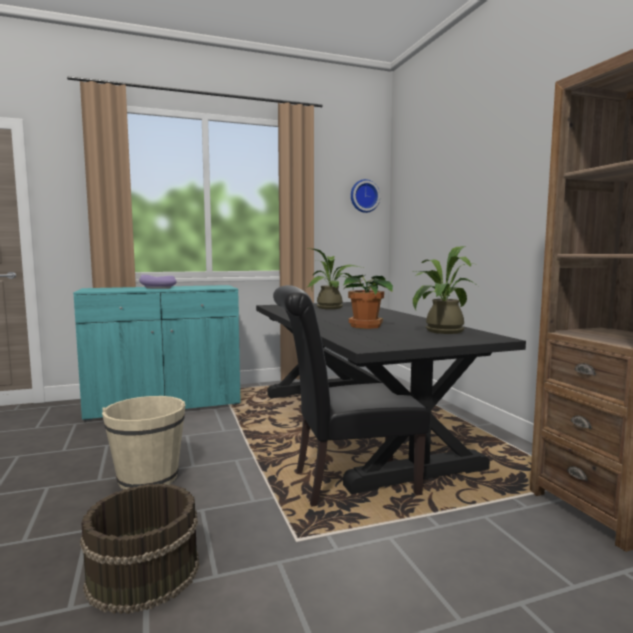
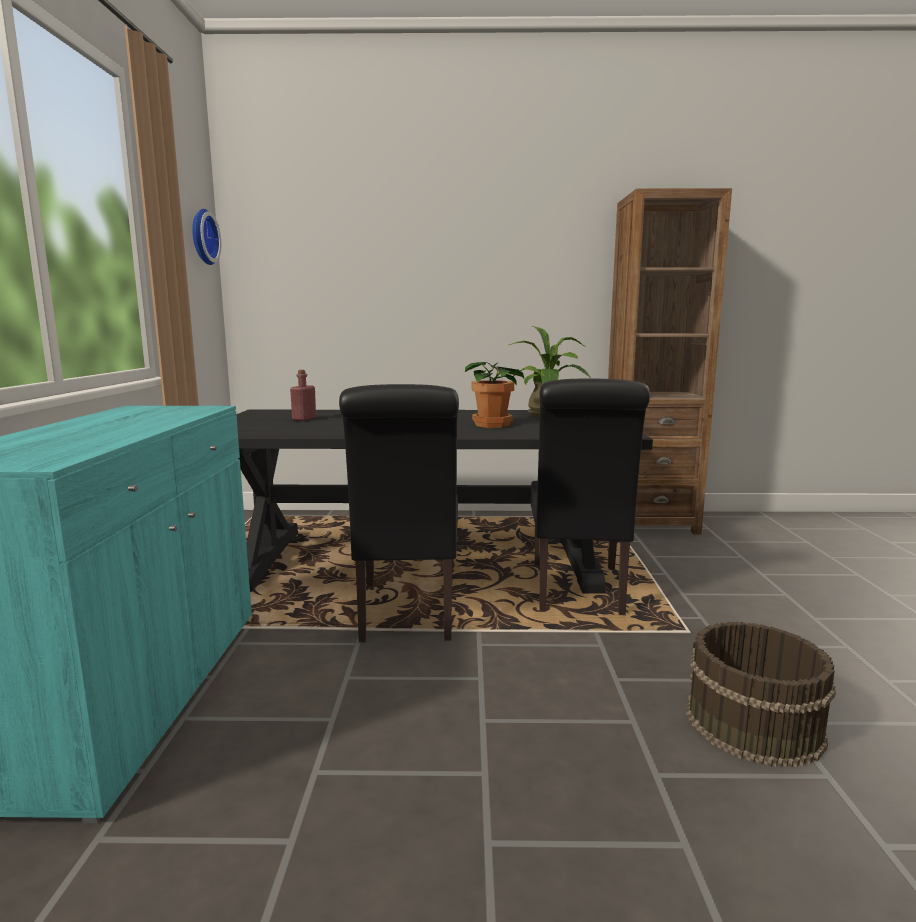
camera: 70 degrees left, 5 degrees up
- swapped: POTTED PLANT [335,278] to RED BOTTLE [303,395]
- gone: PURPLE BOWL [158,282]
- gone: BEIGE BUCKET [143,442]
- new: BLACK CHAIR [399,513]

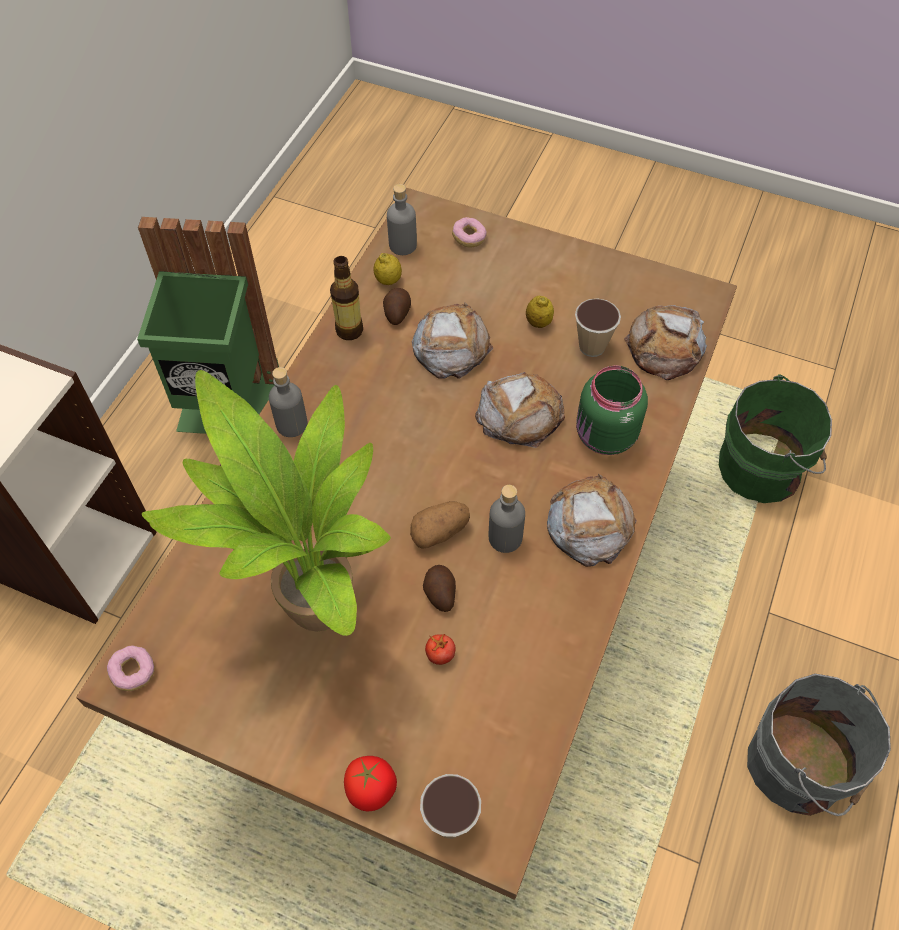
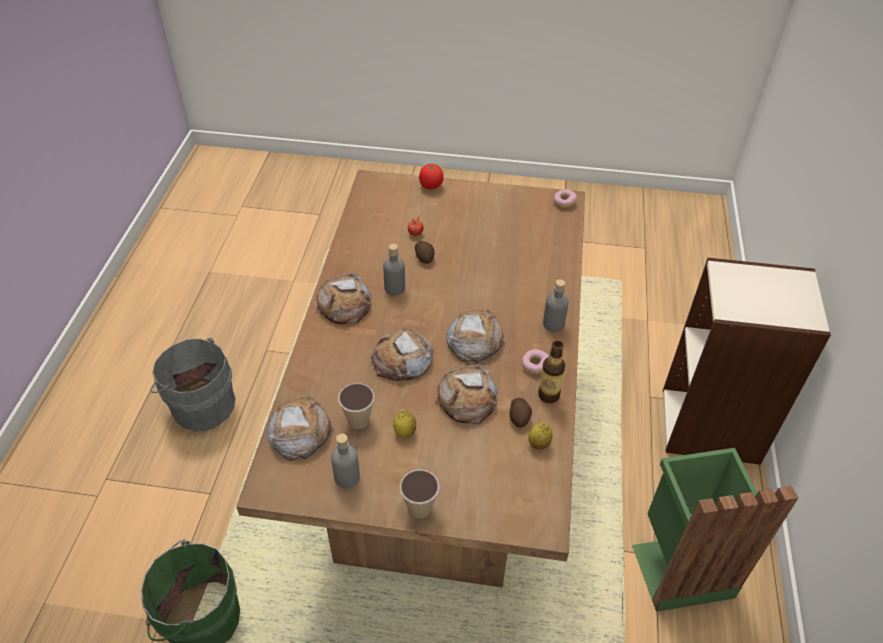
camera: 165 degrees right, 10 degrees down
- shifted: GREY BOTTLE [402,219] to [345,461]
- shifted: DONUT [469,232] to [535,361]
- gone: GREEN JAR [612,410]
- gone: POTTED PLANT [266,503]
- gone: POTATO [440,524]
- shifted: CUP [450,806] to [420,493]
- new: BREAD [475,336]

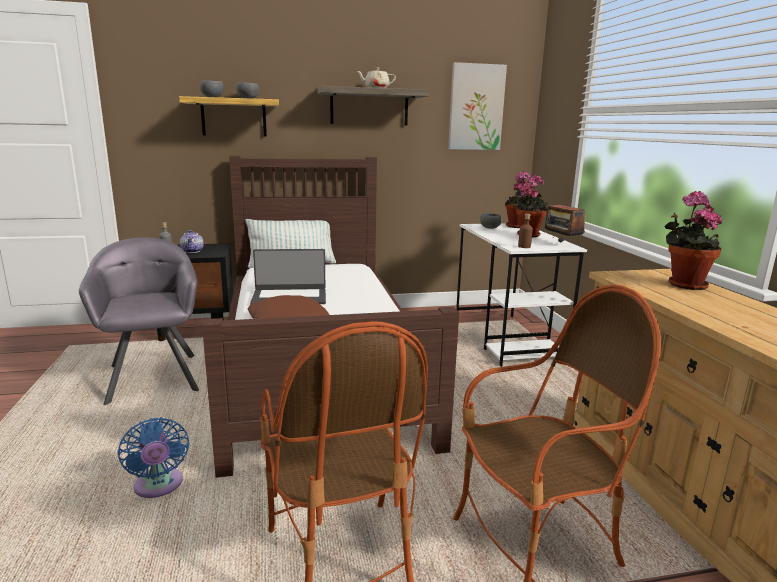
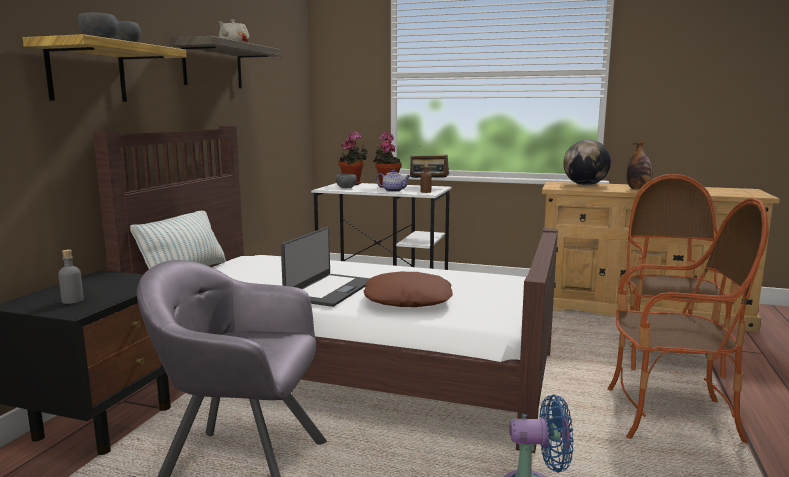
camera: 60 degrees left, 5 degrees down
- gone: PICTURE [477,106]
- swapped: POTTED PLANT [693,240] to GLOBE [587,162]
- shifted: TEAPOT [192,241] to [393,180]
- new: BOTTLE [640,165]

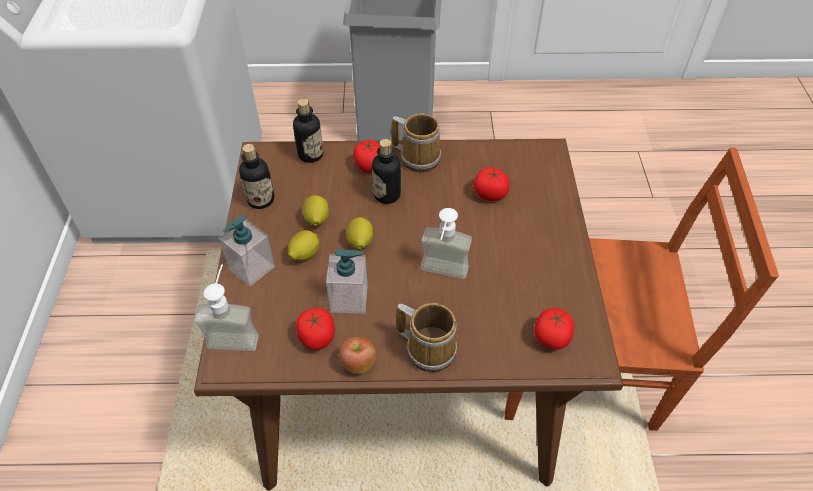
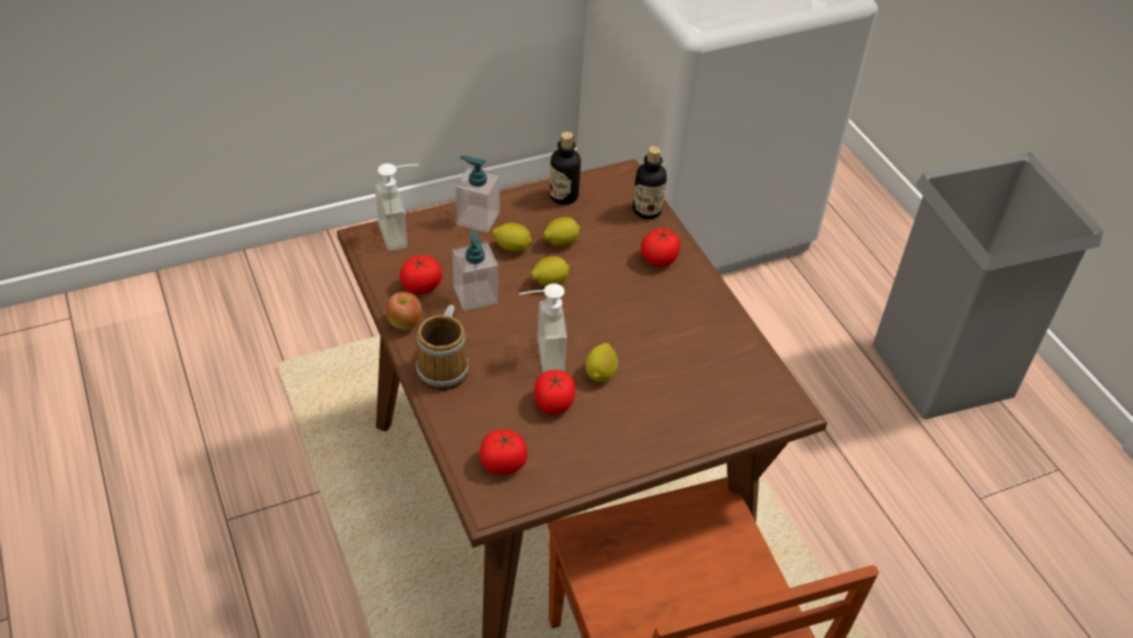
camera: 65 degrees right, 5 degrees down
- gone: MUG [416,142]
- gone: BOTTLE [386,171]
- shifted: TOMATO [491,184] to [554,392]
- new: LEMON [601,363]

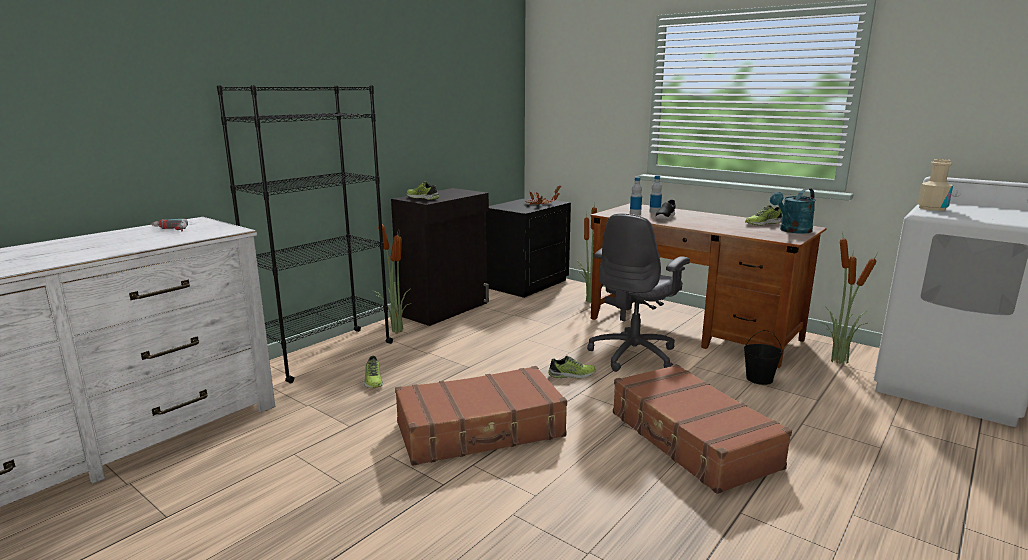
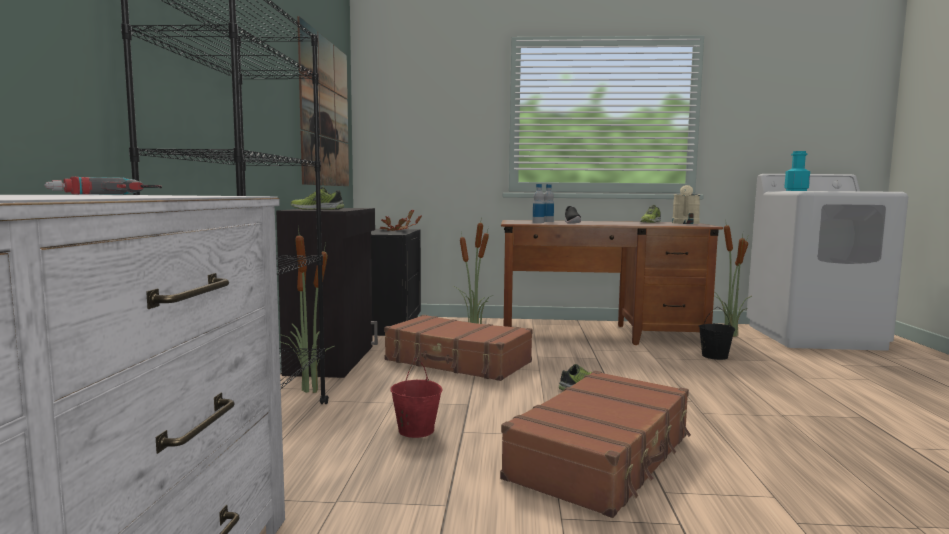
camera: 35 degrees left, 10 degrees down
- repainted: BEIGE BOTTLE [935,185] to TURQUOISE BOTTLE [797,171]
- repainted: TURQUOISE WATERING CAN [793,211] to BEIGE WATERING CAN [686,204]
- gone: GREY OFFICE CHAIR [638,293]
- gone: SHOE [373,372]
- shifted: BROWN SUITCASE [702,429] to [458,348]
- new: PICTURE [323,101]
- new: RED BUCKET [416,398]

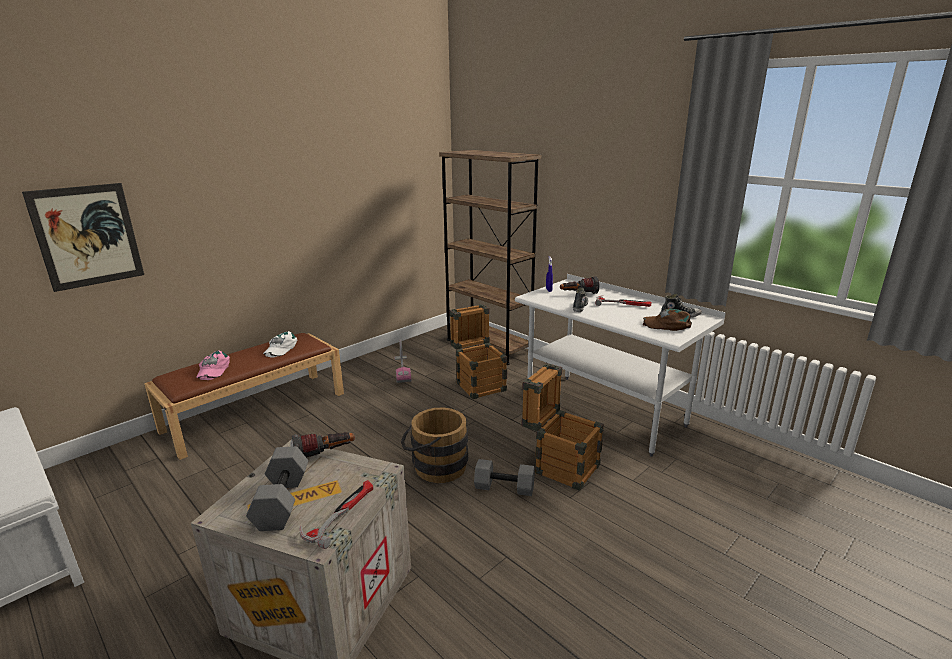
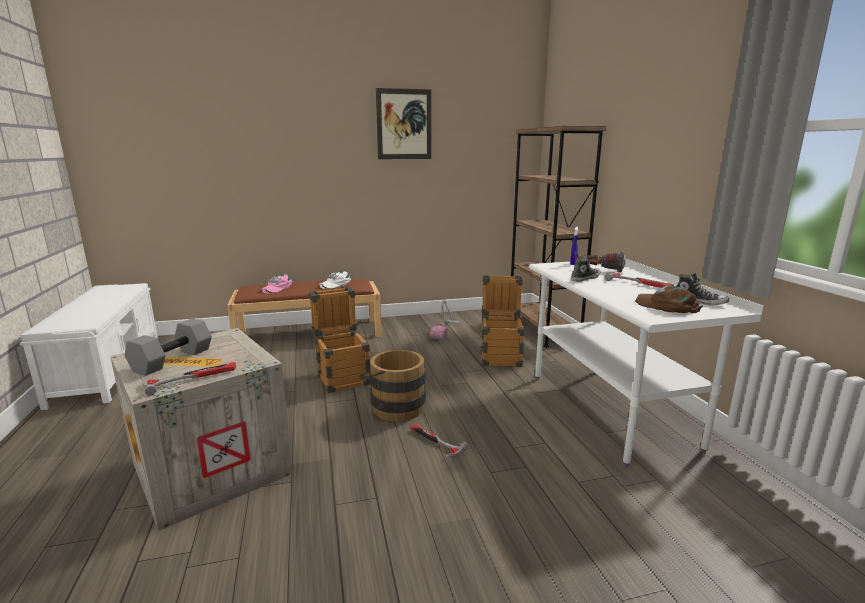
camera: 30 degrees right, 5 degrees down
- shifted: PICTURE [83,237] to [403,123]
- shifted: CRATE [563,427] to [339,340]
- gone: FLASHLIGHT [322,445]
- swapped: GREY DUMBBELL [504,477] to HAMMER [439,440]

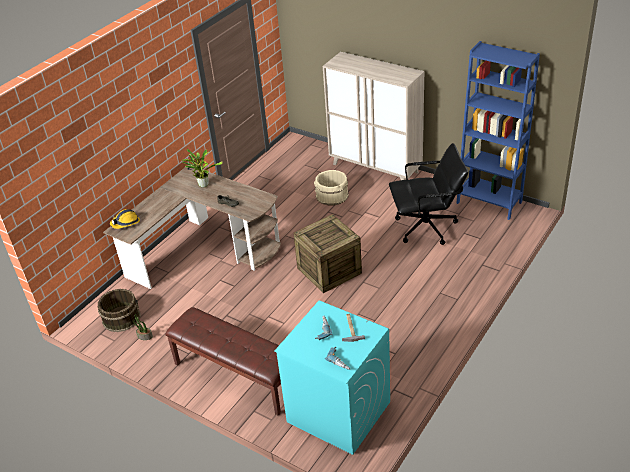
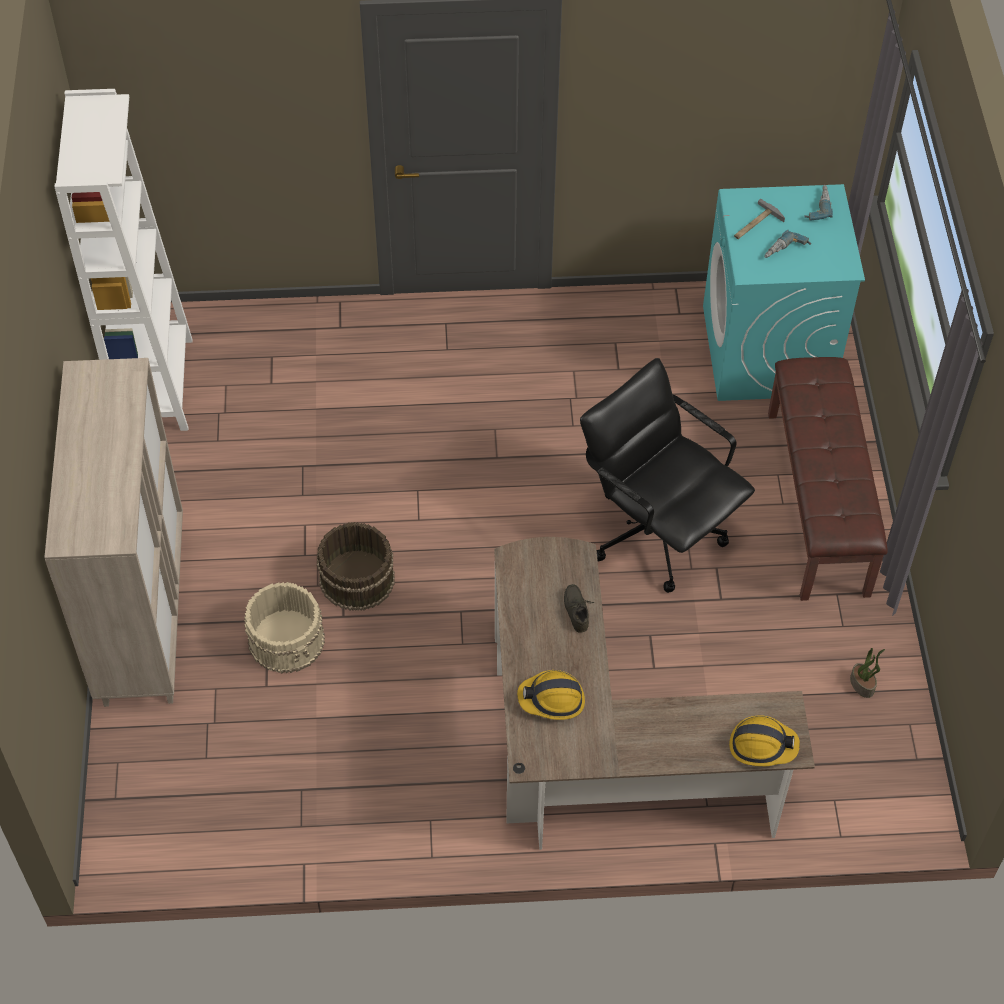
camera: 130 degrees left, 15 degrees up
- repainted: BLUE BOOKCASE [498,130] to WHITE BOOKCASE [123,260]
- shifted: BLACK OFFICE CHAIR [428,194] to [667,475]
- swapped: POTTED PLANT [202,168] to HARD HAT [551,695]
- gone: CRATE [327,253]
- shifted: BROWN BUCKET [119,310] to [356,566]

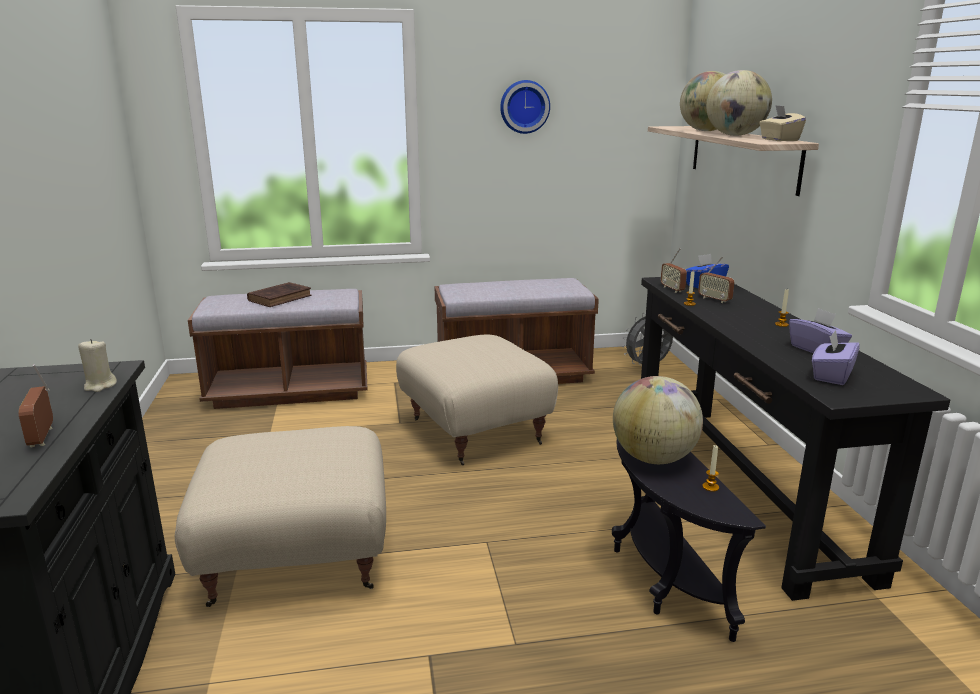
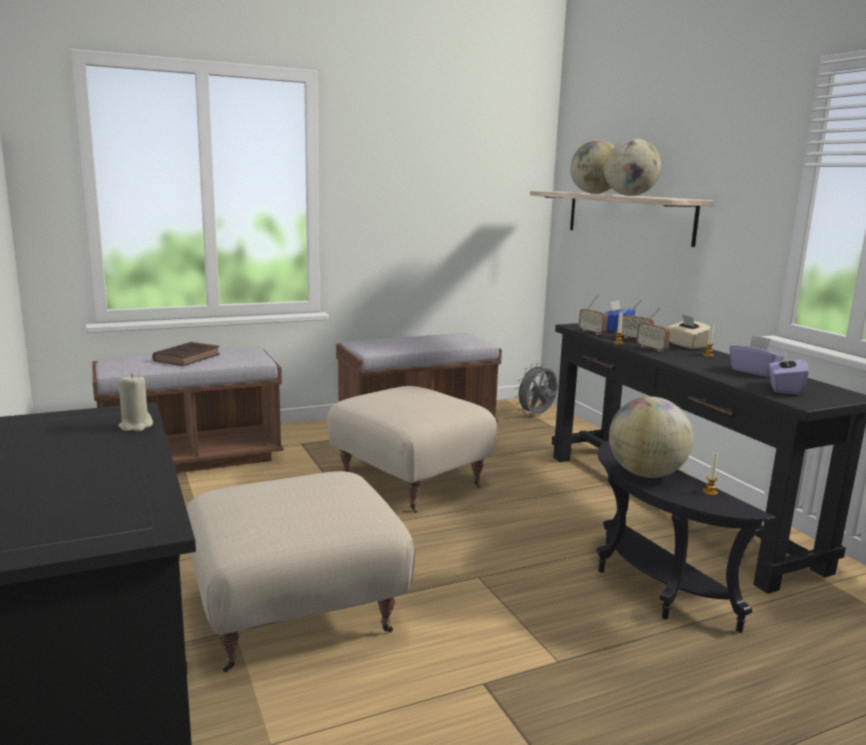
camera: 15 degrees left, 5 degrees down
- gone: WALL CLOCK [525,107]
- shifted: BEIGE TISSUE BOX [782,123] to [688,331]
- shifted: RADIO [35,405] to [653,329]

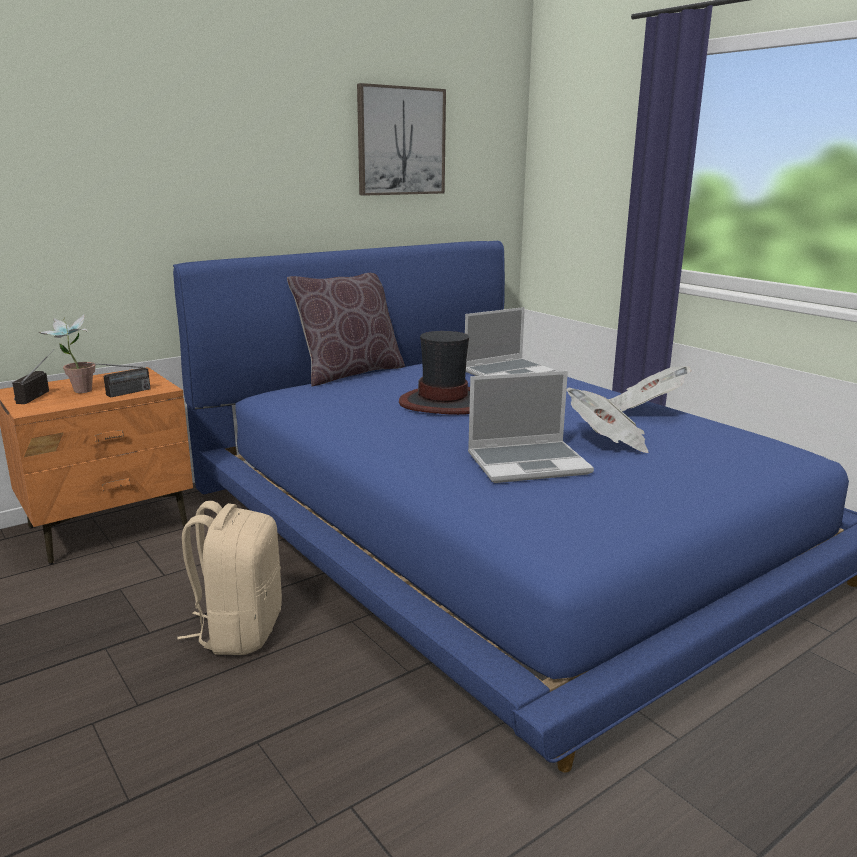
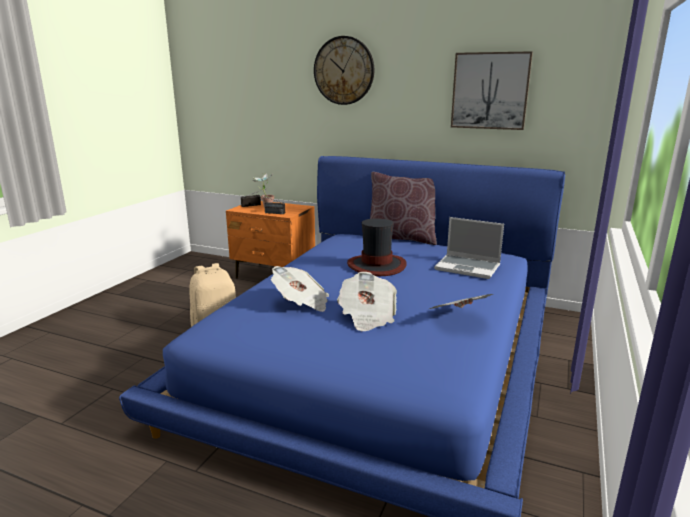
camera: 60 degrees right, 0 degrees up
- swapped: LAPTOP [531,427] to NEWSPAPER [300,289]
- new: WALL CLOCK [344,70]

